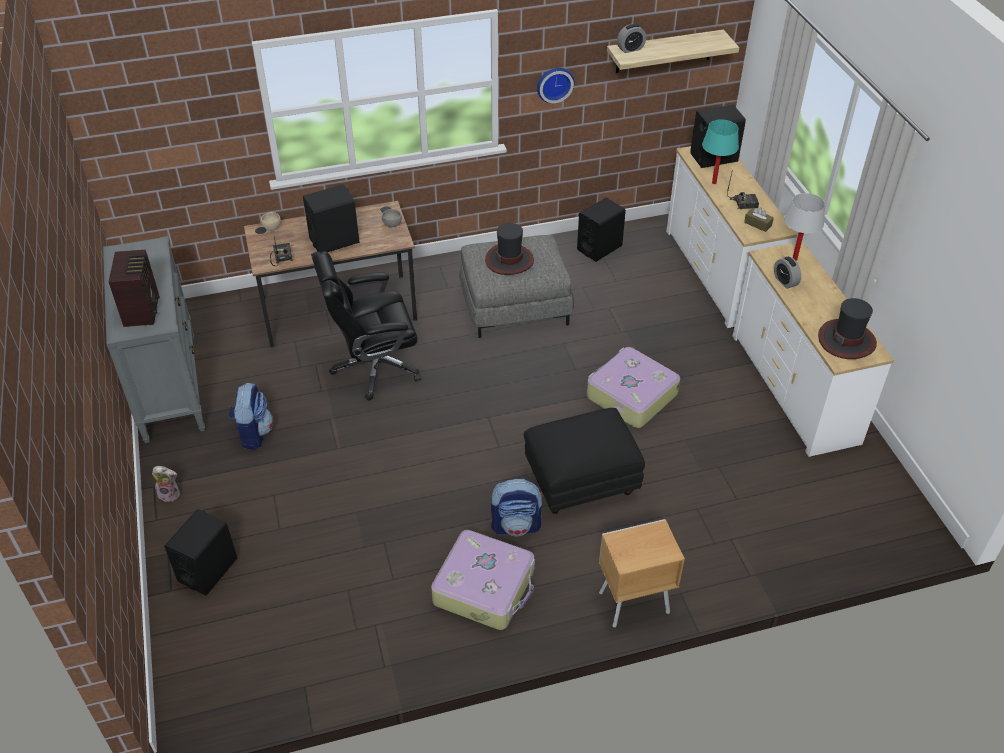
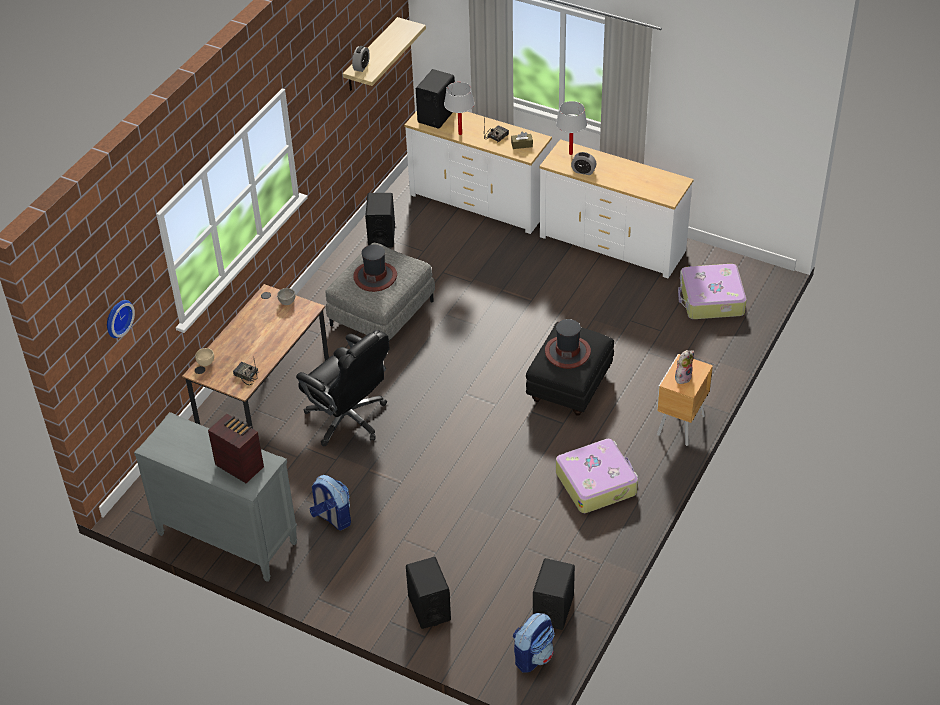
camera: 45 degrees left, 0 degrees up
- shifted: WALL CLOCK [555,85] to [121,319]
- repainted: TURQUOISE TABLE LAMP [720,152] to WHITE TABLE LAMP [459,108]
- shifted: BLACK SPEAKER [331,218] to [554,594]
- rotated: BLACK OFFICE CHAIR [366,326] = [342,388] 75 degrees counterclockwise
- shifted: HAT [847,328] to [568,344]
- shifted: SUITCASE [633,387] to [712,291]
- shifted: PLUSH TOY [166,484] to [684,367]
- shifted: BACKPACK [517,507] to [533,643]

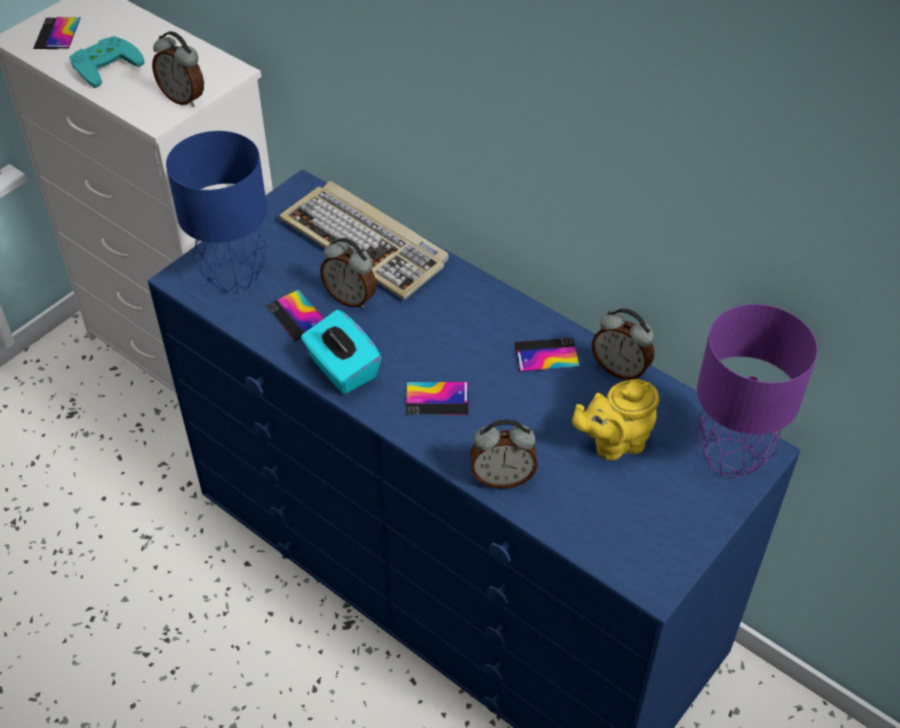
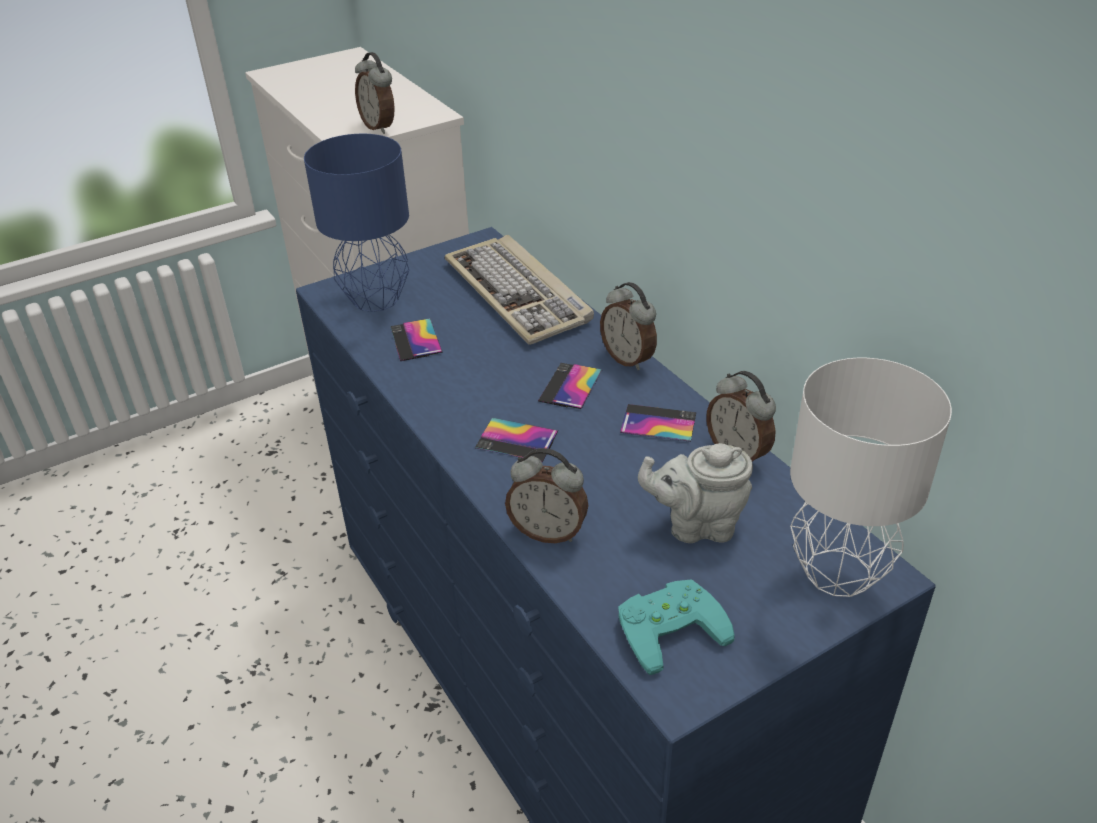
camera: 20 degrees right, 10 degrees down
- shifted: PHONE [57,33] to [570,386]
- shifted: TURQUOISE GAME CONTROLLER [107,62] to [676,627]
- shifted: ALARM CLOCK [348,273] to [628,326]
- repainted: PURPLE TABLE LAMP [756,391] to WHITE TABLE LAMP [871,477]
- gone: TURQUOISE TISSUE BOX [341,352]
- repainted: YELLOW TEAPOT [615,420] to GREY TEAPOT [695,493]

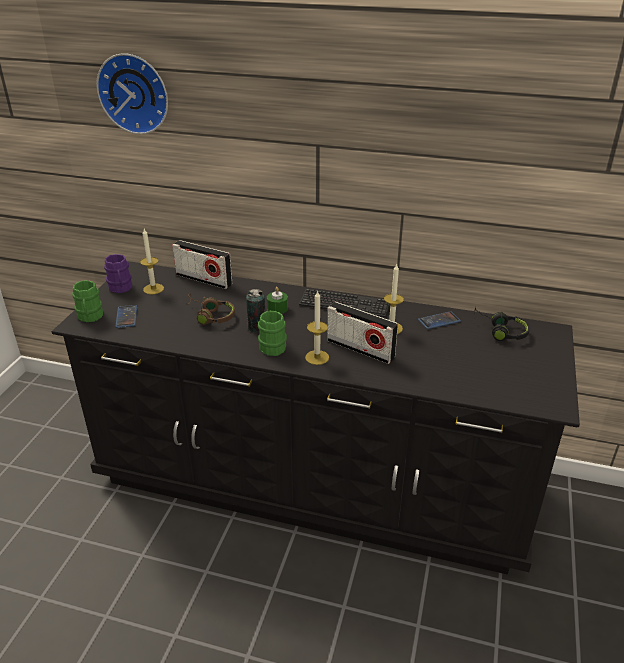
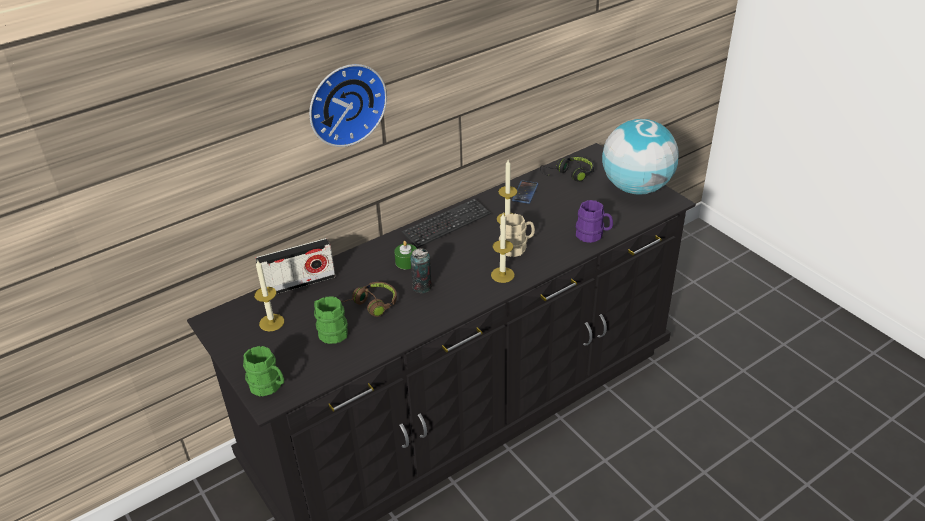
camera: 50 degrees left, 5 degrees up
- shifted: WALL CLOCK [132,93] to [348,105]
- shifted: PURPLE MUG [118,273] to [594,221]
- swapped: RADIO [362,332] to BEIGE MUG [517,235]
- gone: PHONE [126,316]
- shifted: GREEN MUG [272,333] to [331,320]
- new: GLOBE [640,157]

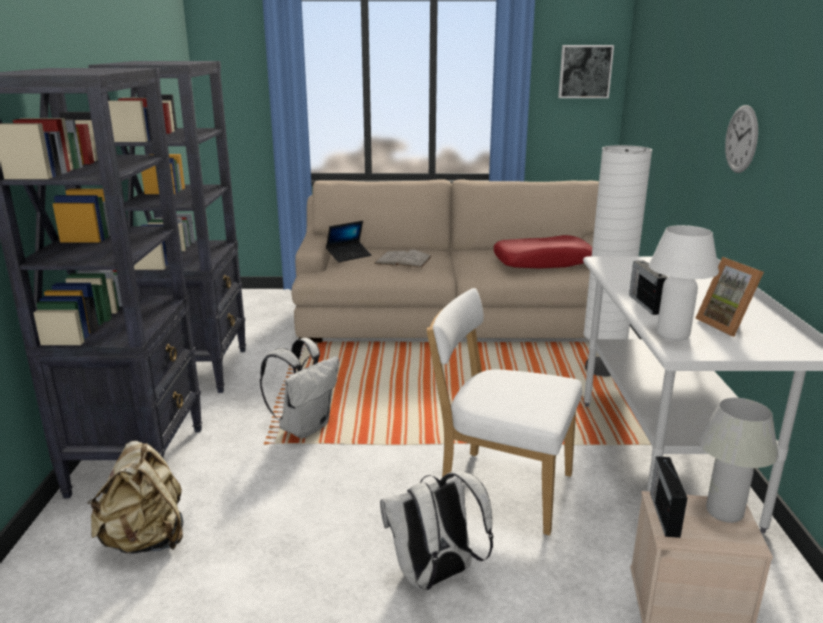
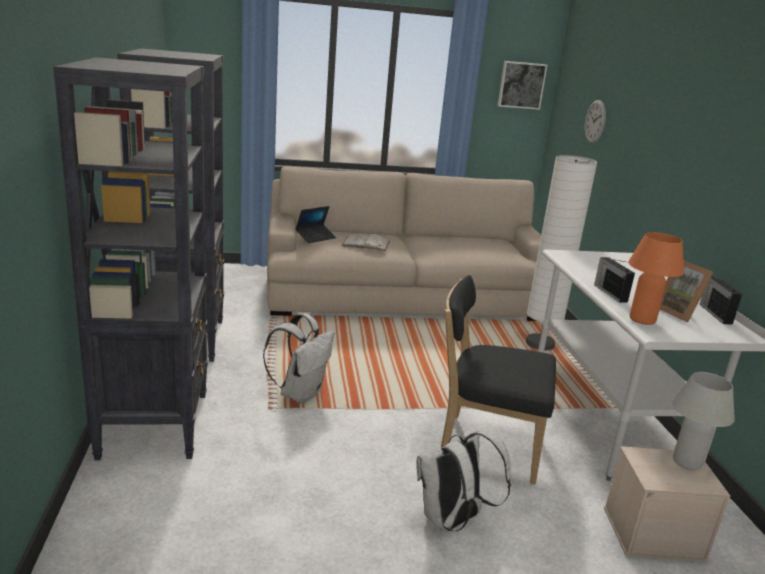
camera: 10 degrees left, 0 degrees up
- shifted: WALL CLOCK [741,139] to [595,121]
- repainted: WHITE TABLE LAMP [684,282] to ORANGE TABLE LAMP [656,278]
- gone: RED PILLOW [543,251]
- repainted: WHITE CHAIR [504,412] to BLACK CHAIR [498,380]
- gone: BEIGE BACKPACK [135,497]
- shifted: RADIO [668,497] to [720,300]

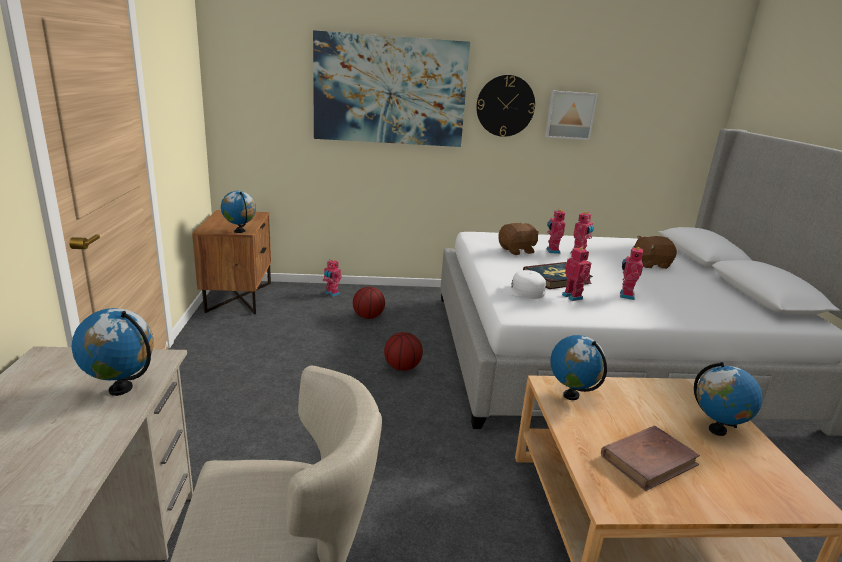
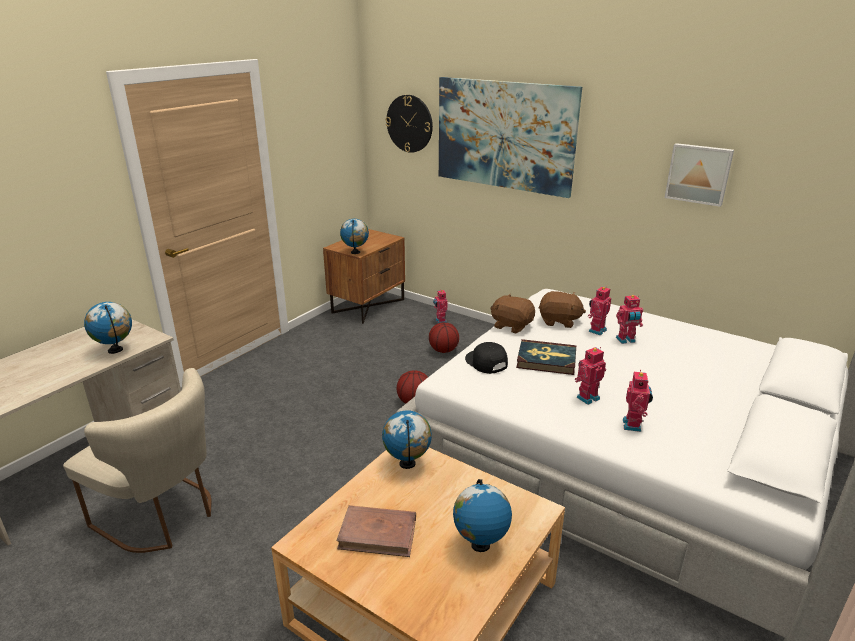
camera: 40 degrees right, 5 degrees up
- shifted: WALL CLOCK [505,106] to [409,124]
- shifted: BROWN PLUSH TOY [655,252] to [512,314]
- shifted: TOY ROBOT [576,273] to [638,401]
- repainted: WHITE CAP [522,284] to BLACK CAP [486,358]

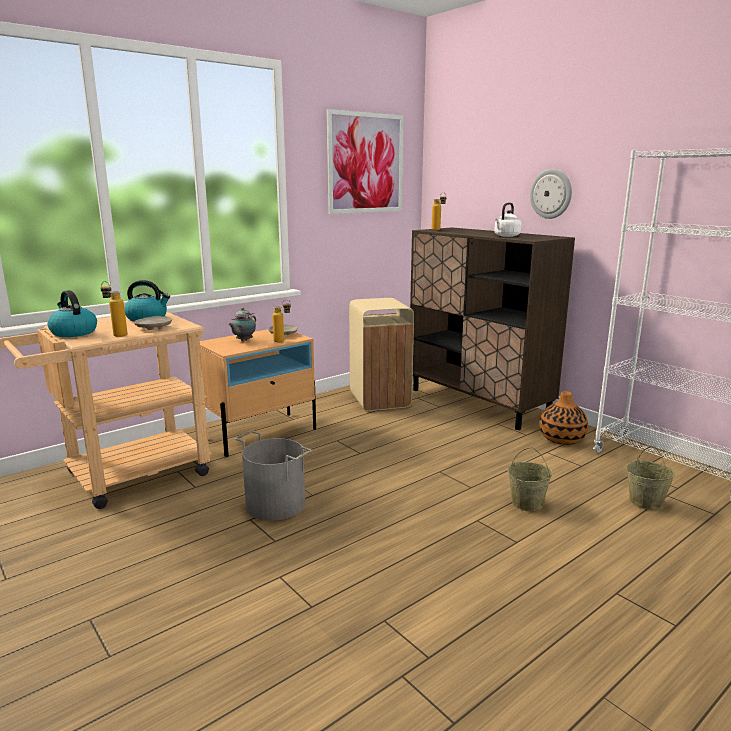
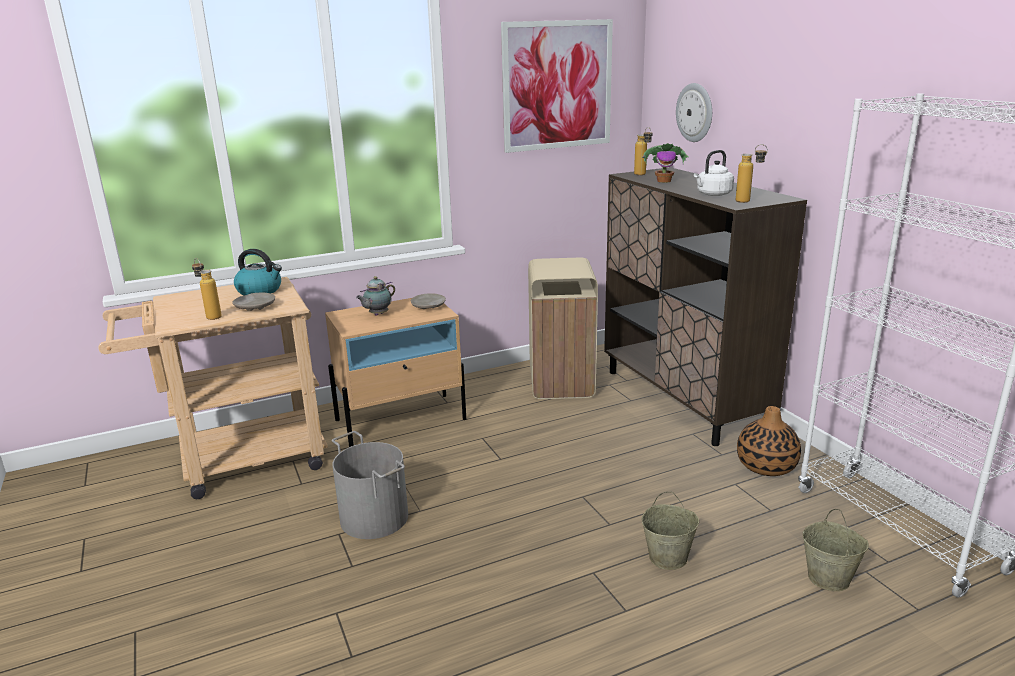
camera: 15 degrees right, 5 degrees up
- shifted: WALL CLOCK [551,194] to [694,112]
- gone: KETTLE [72,313]
- shifted: BOTTLE [281,321] to [752,173]
- new: POTTED PLANT [665,163]

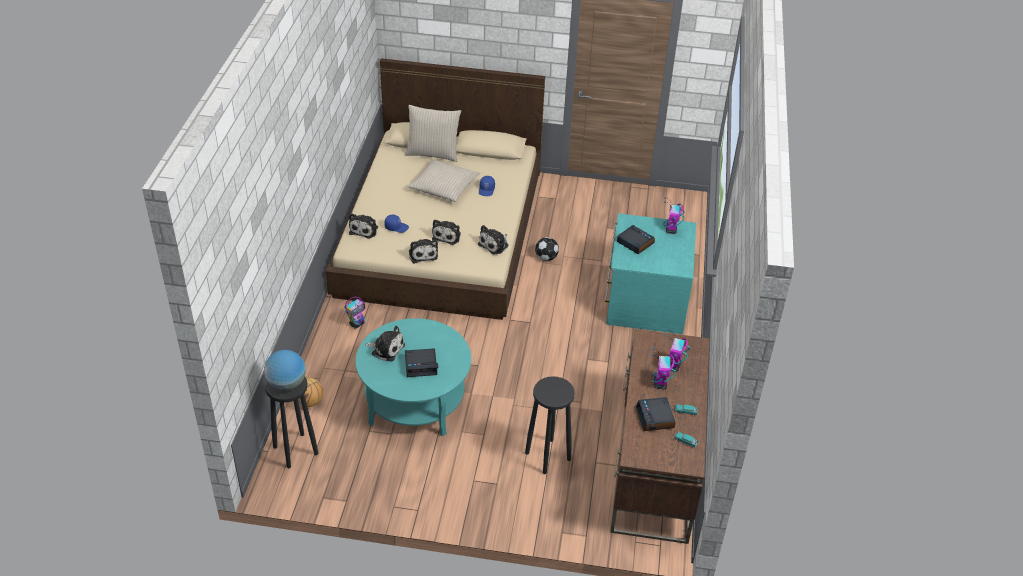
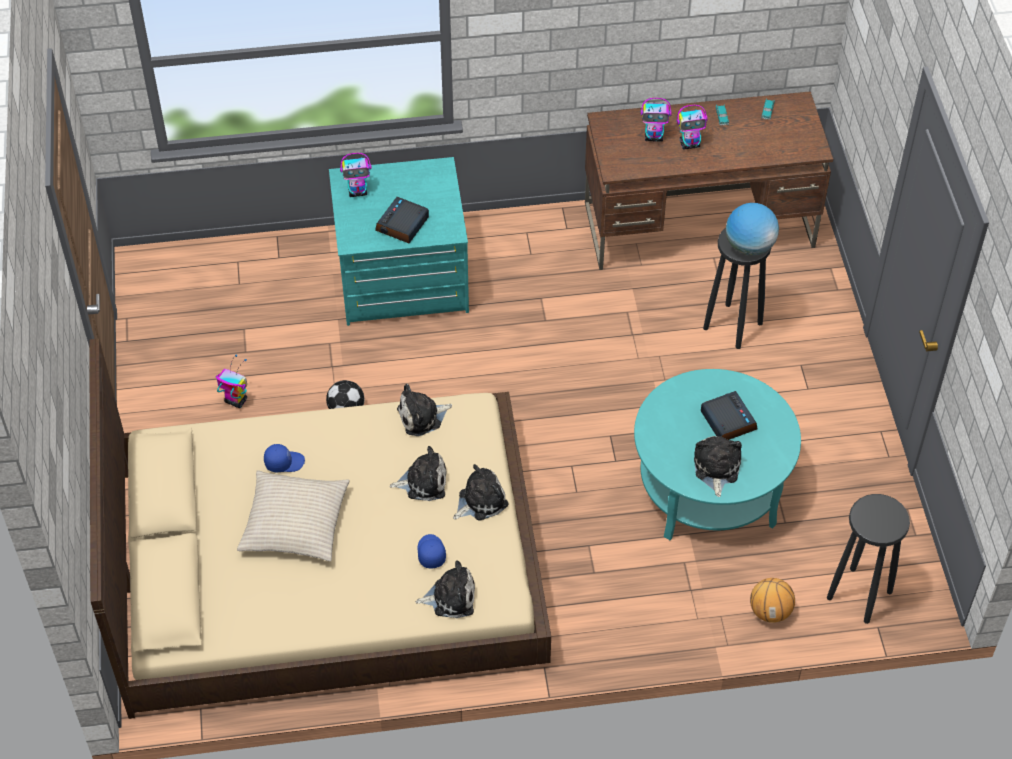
camera: 105 degrees left, 10 degrees up
- gone: BEIGE PILLOW [433,133]
- rotated: PLUSH TOY [493,240] = [424,410] 135 degrees clockwise
- shifted: TOY ROBOT [355,313] to [231,381]
- shifted: GLOBE [285,370] to [752,229]
- gone: ALARM CLOCK [656,414]

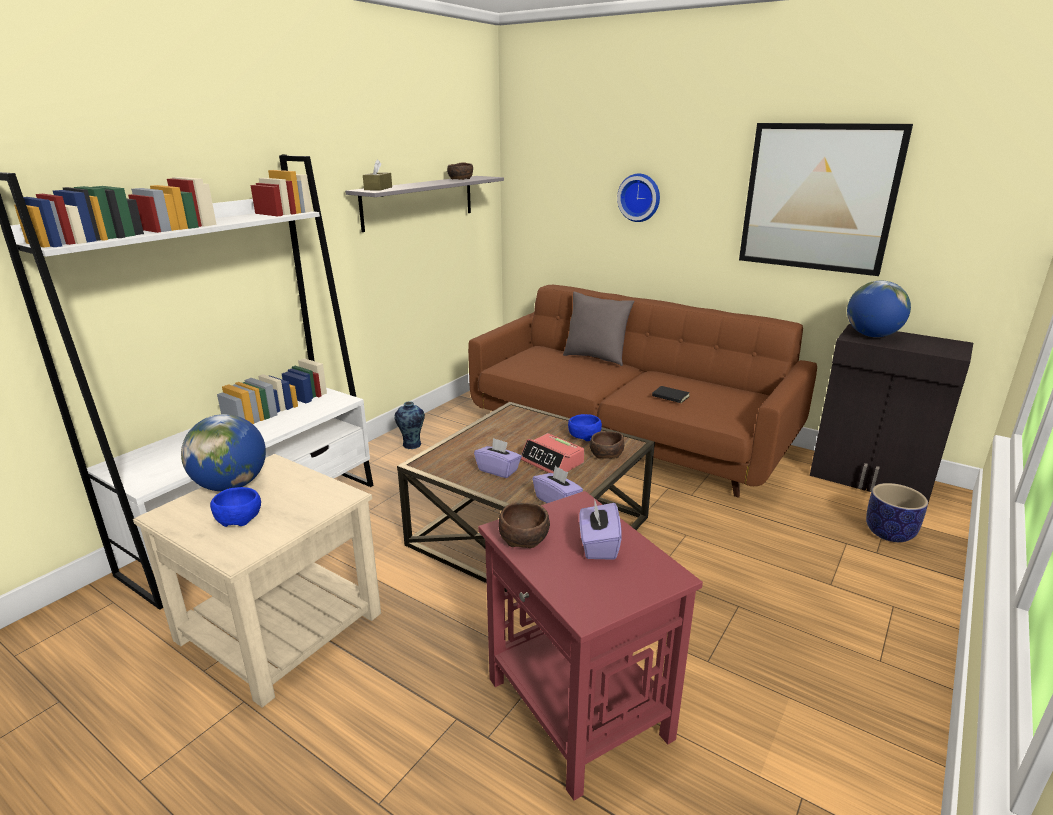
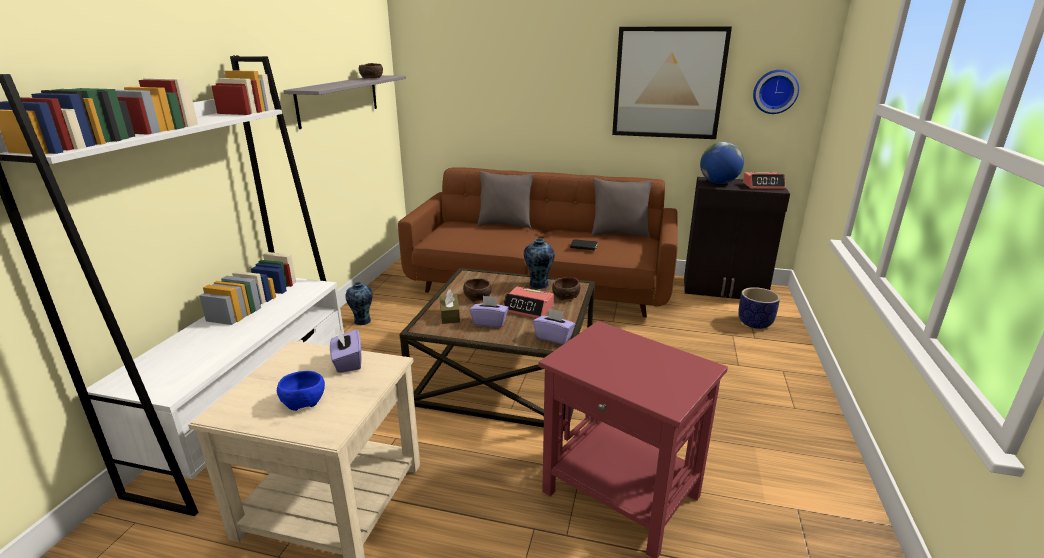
camera: 20 degrees left, 0 degrees up
- shifted: BROWN TISSUE BOX [377,175] to [450,307]
- shifted: WALL CLOCK [638,197] to [776,92]
- gone: GLOBE [223,452]
- swapped: BLUE BOWL [585,427] to VASE [539,263]
- shifted: PURPLE TISSUE BOX [600,529] to [346,351]
- shifted: BROWN BOWL [524,525] to [477,290]
- new: ALARM CLOCK [764,180]
- new: GREY PILLOW [622,208]

